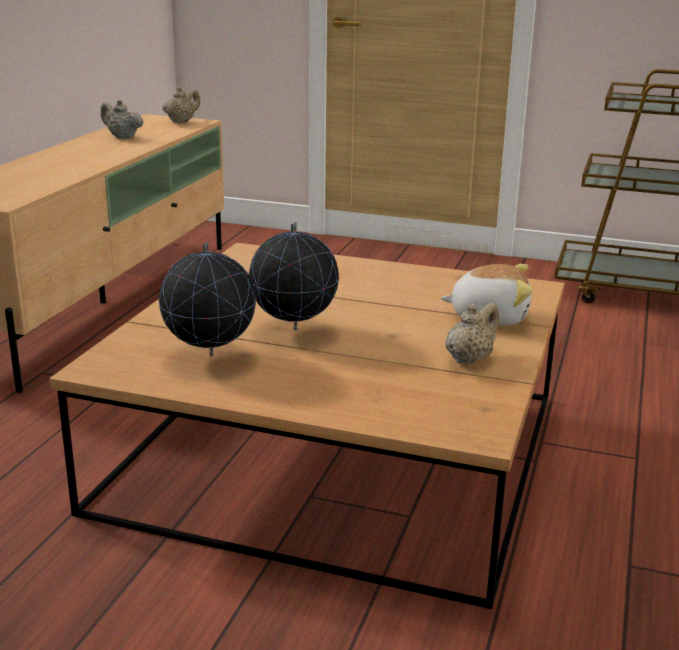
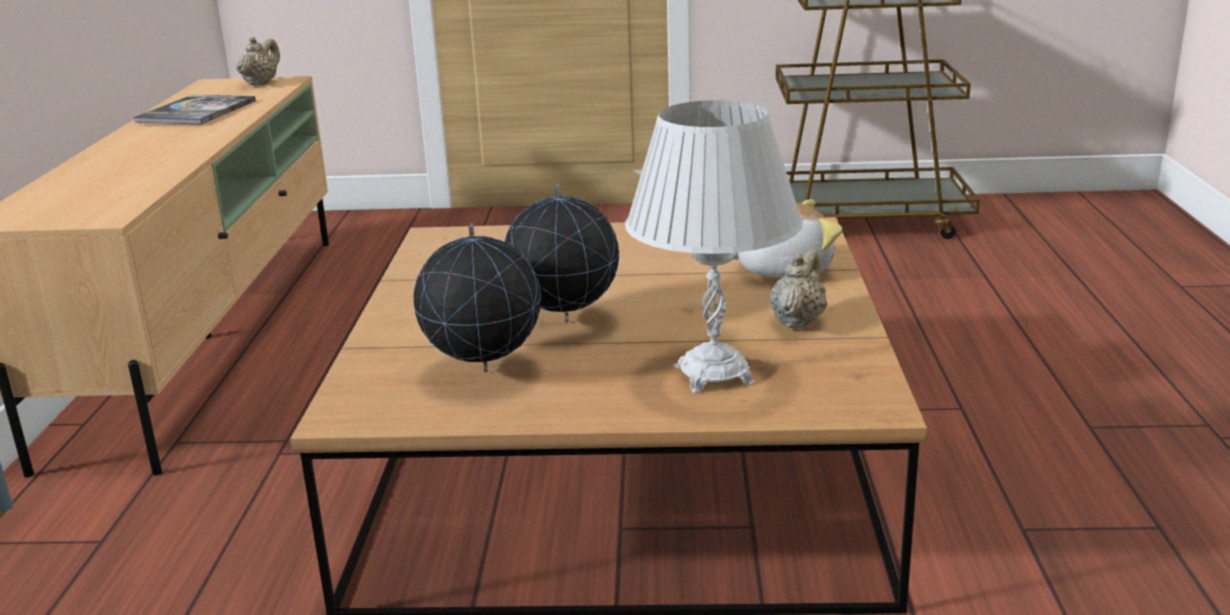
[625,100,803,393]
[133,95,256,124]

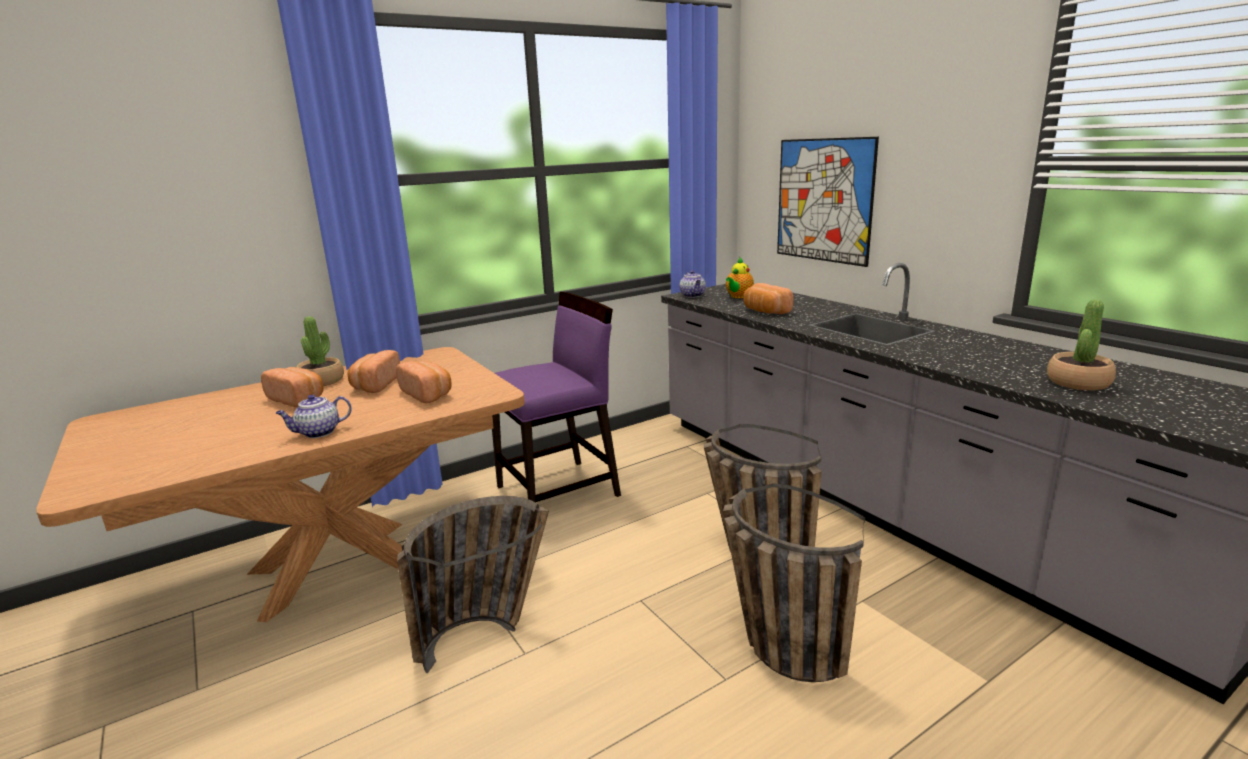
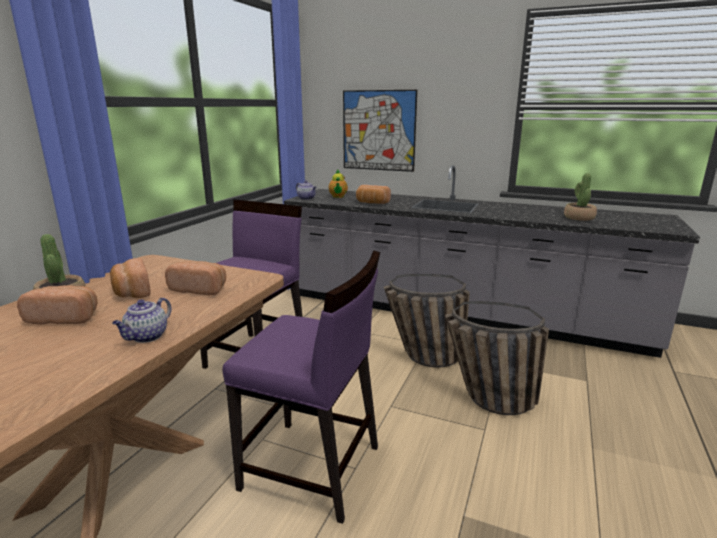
[223,250,380,524]

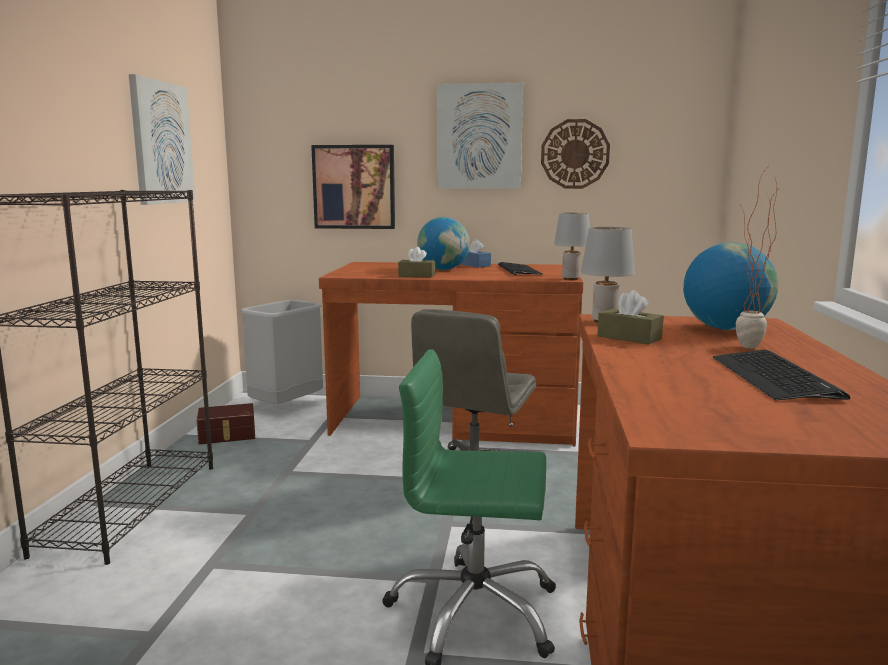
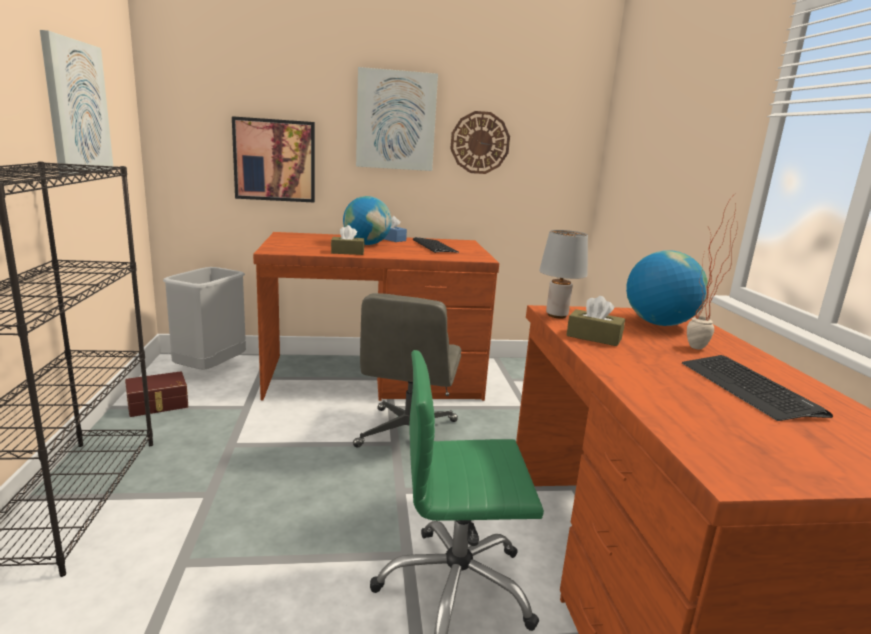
[554,213,590,280] (first image)

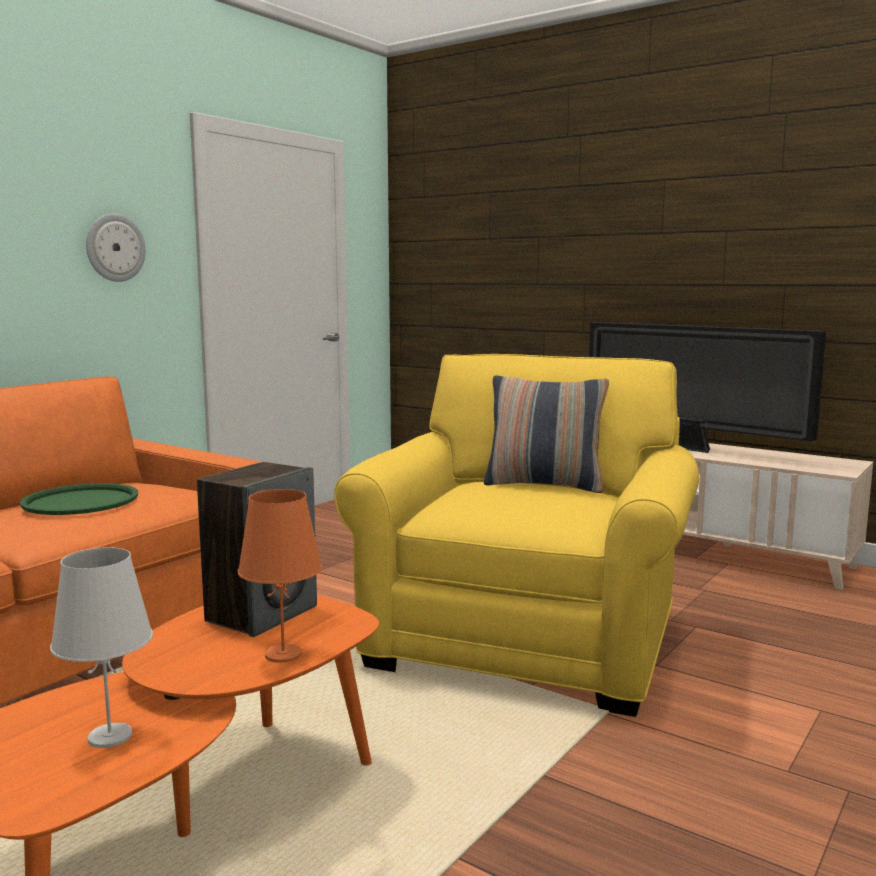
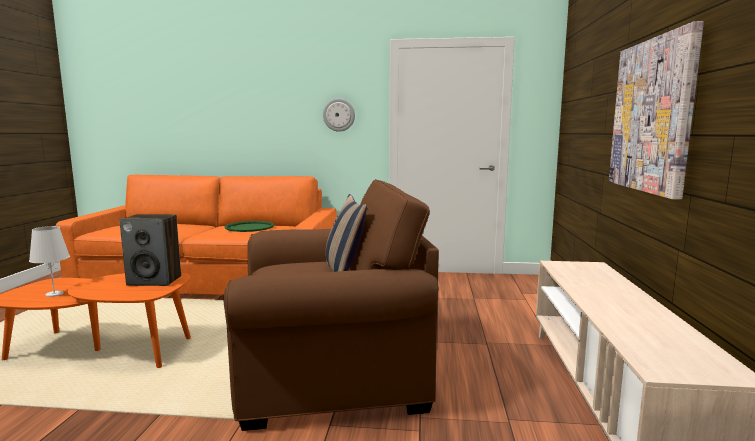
[238,489,322,663] (first image)
[589,322,826,453] (first image)
[609,21,704,200]
[223,179,439,431]

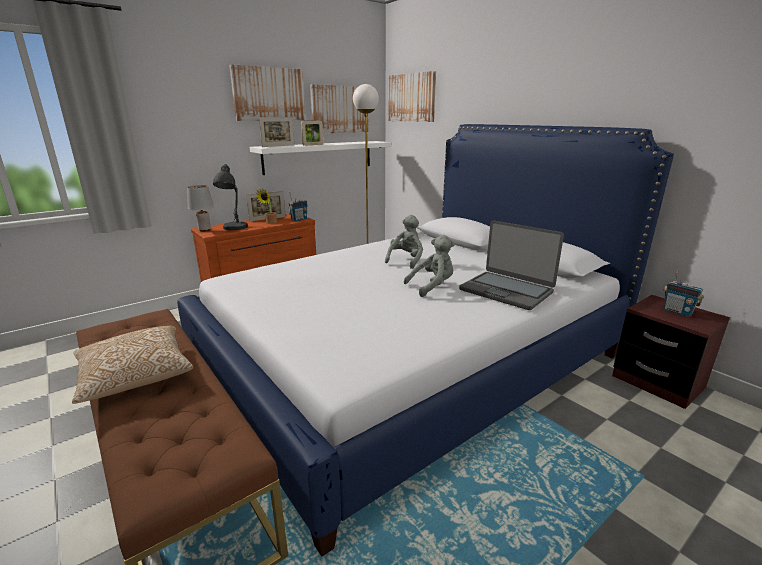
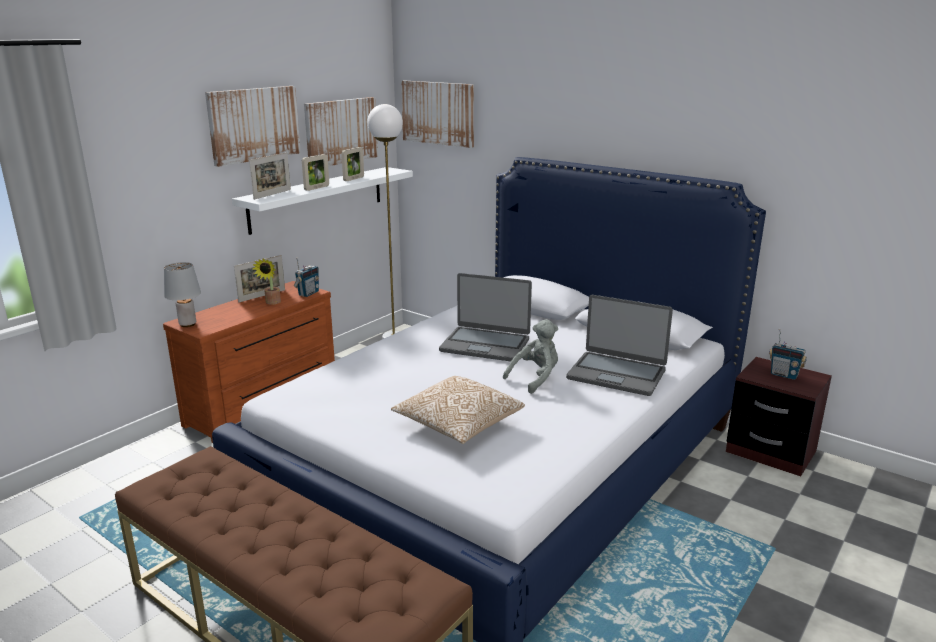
[213,164,248,230] (first image)
[341,147,364,181]
[391,376,525,444]
[439,273,532,362]

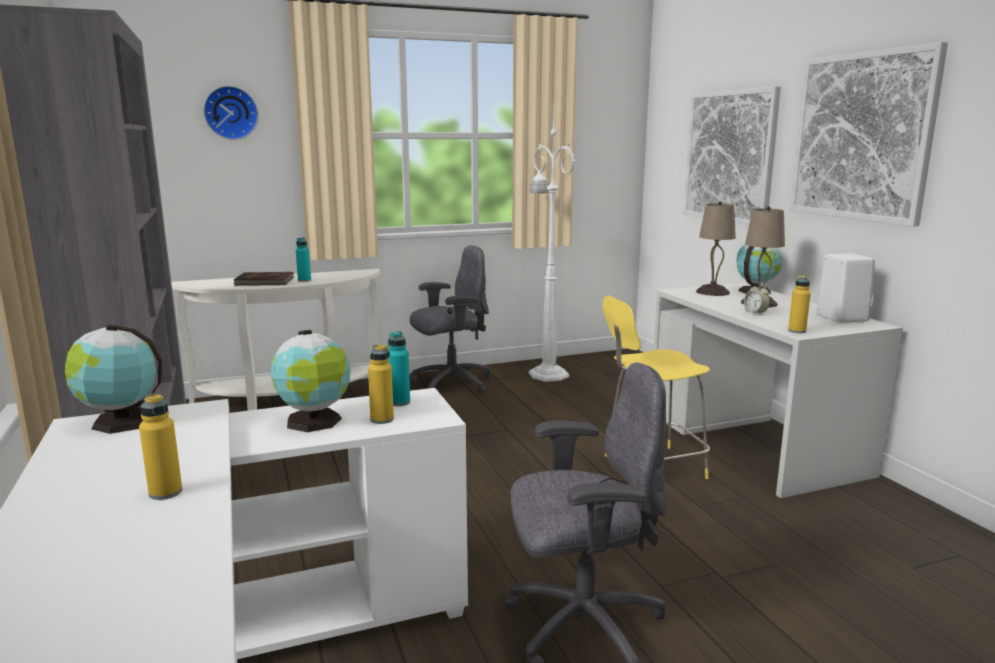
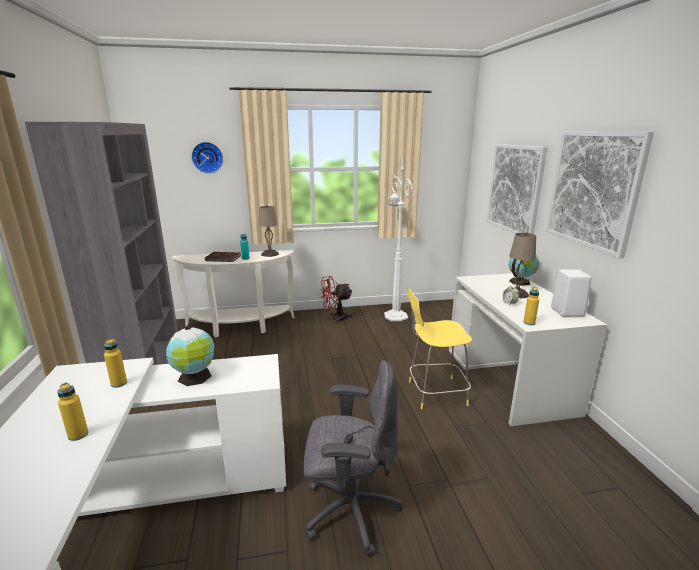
[65,325,162,434] (first image)
[388,331,410,406] (first image)
[104,339,127,388]
[259,205,279,257]
[320,276,352,324]

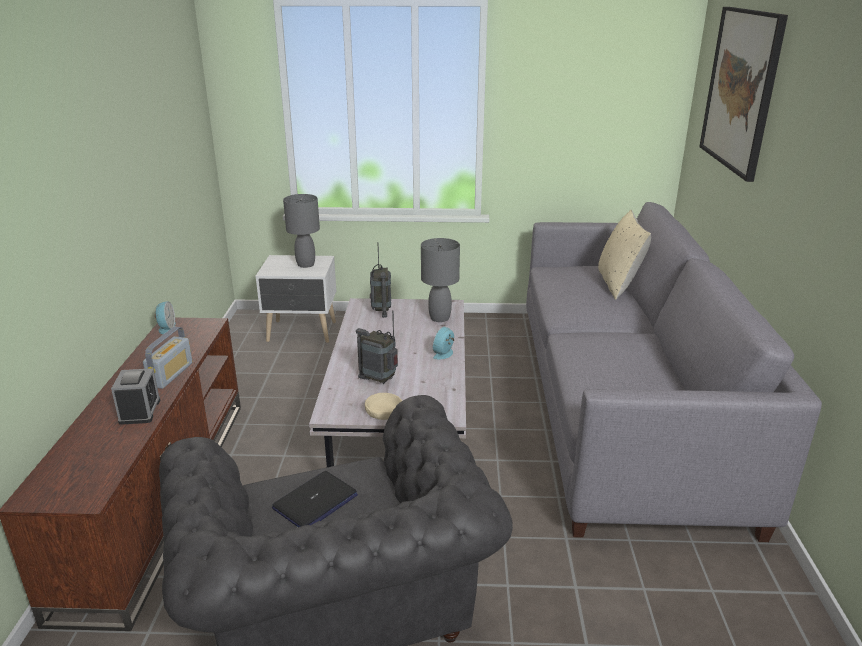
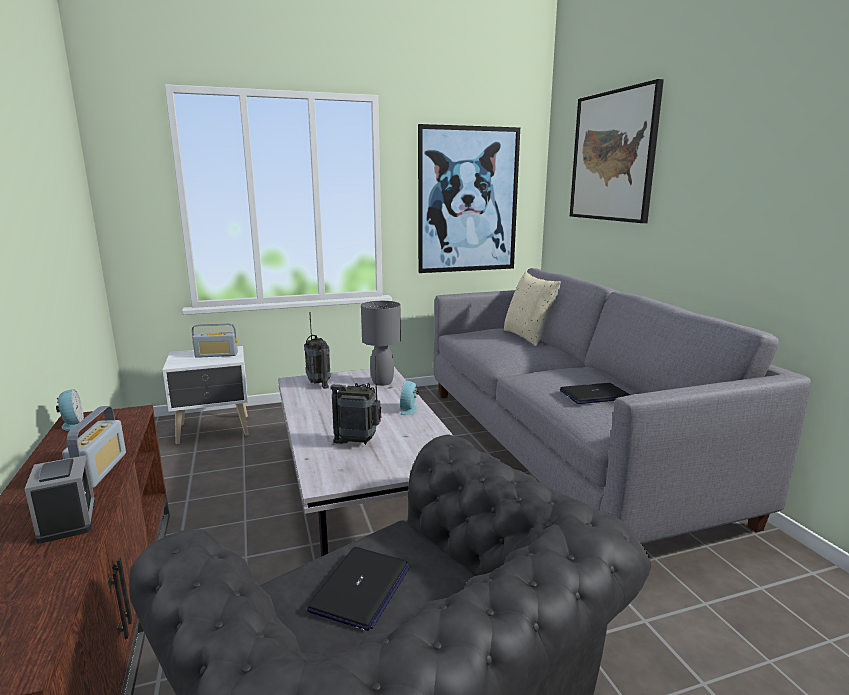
[365,393,402,420] (first image)
[418,124,520,273]
[560,383,630,404]
[192,323,238,358]

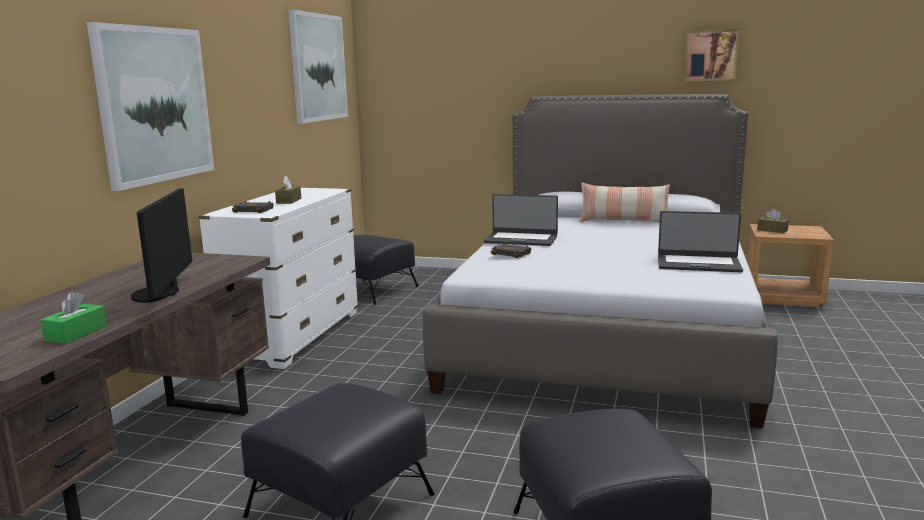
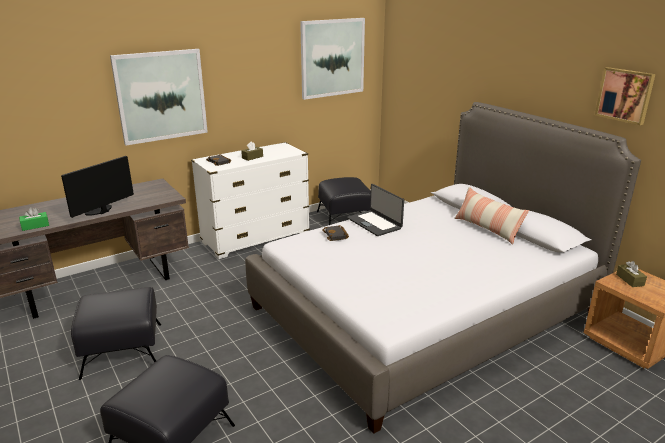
[658,211,743,272] (first image)

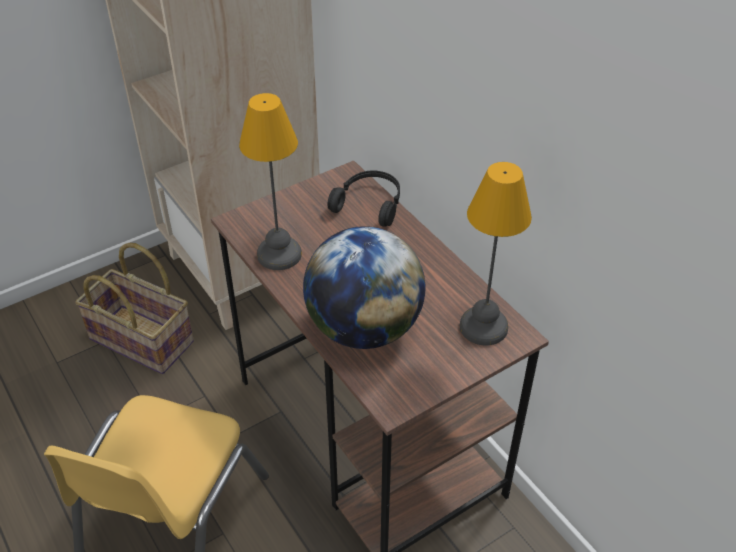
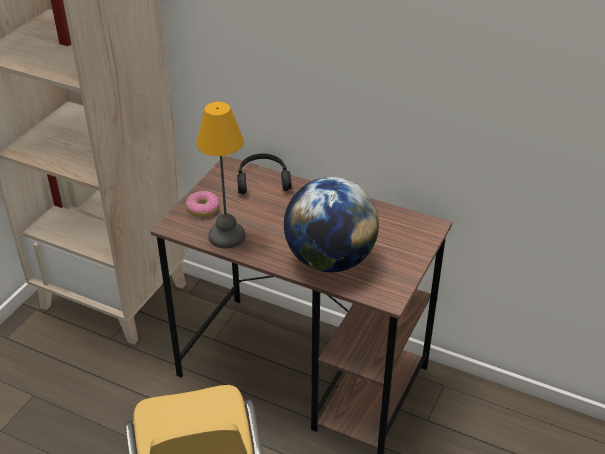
[75,243,194,374] (first image)
[460,162,532,346] (first image)
[185,191,220,217]

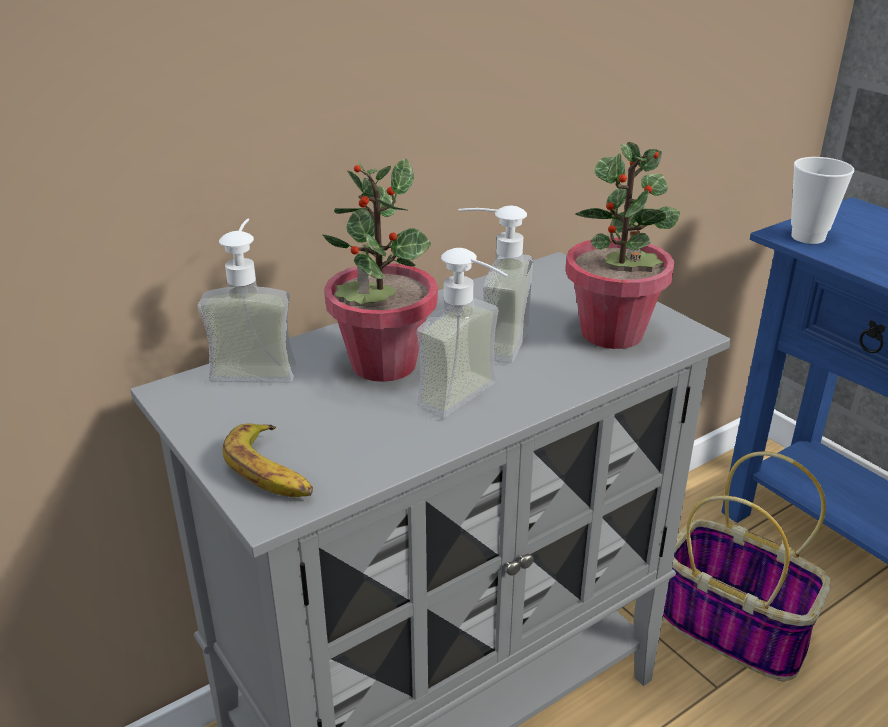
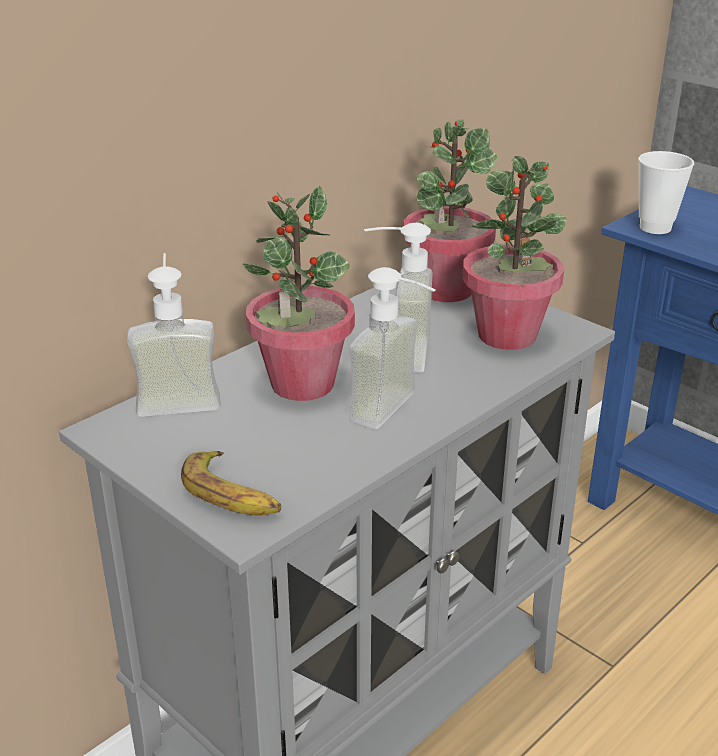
[662,451,831,682] (first image)
[404,120,497,302]

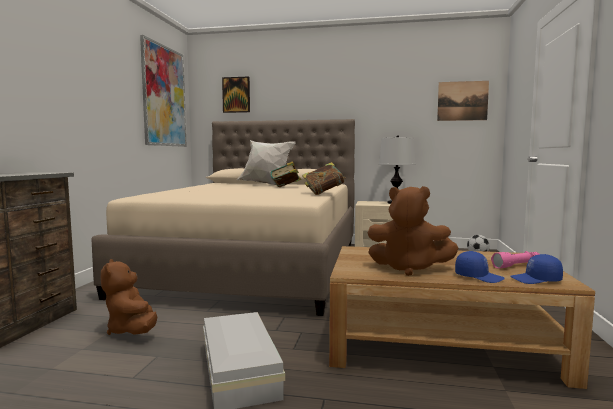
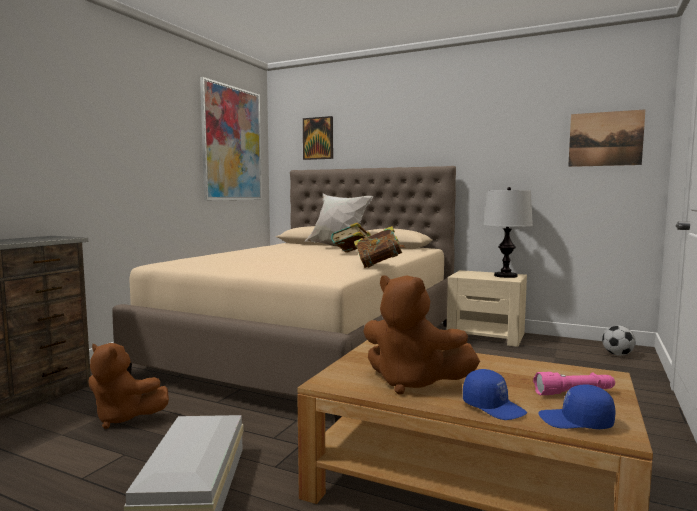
[88,343,169,429]

